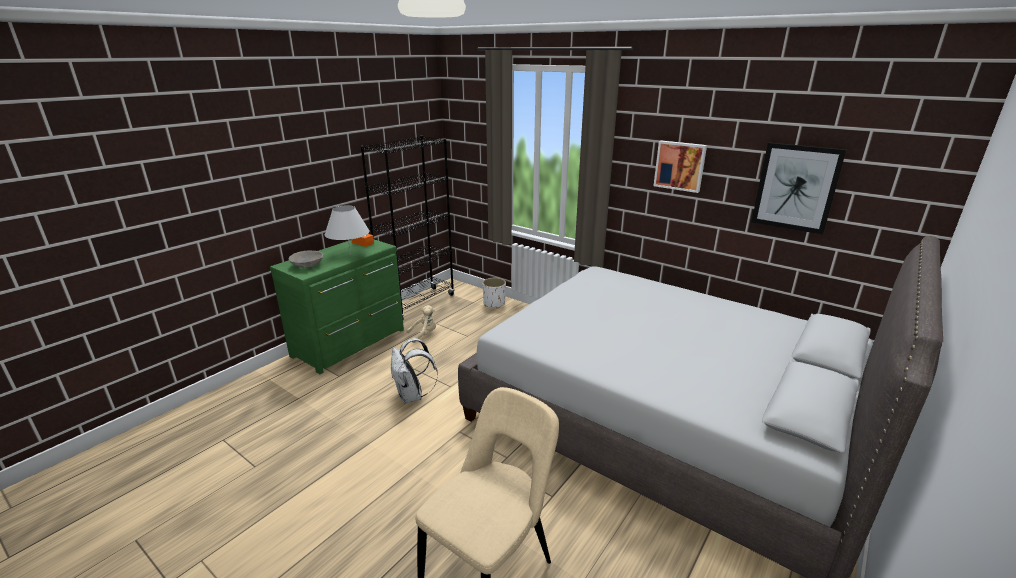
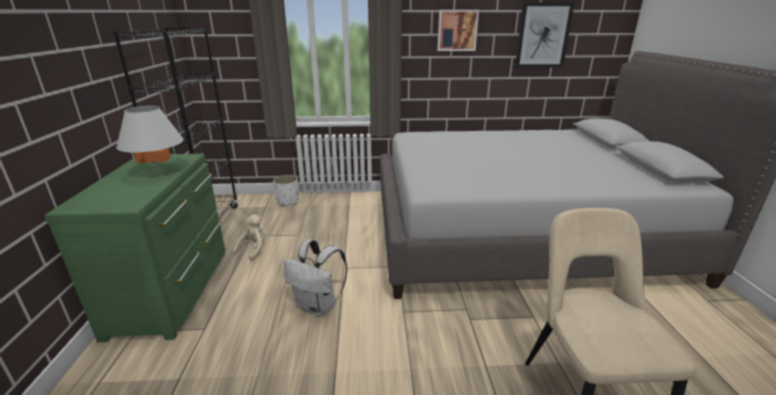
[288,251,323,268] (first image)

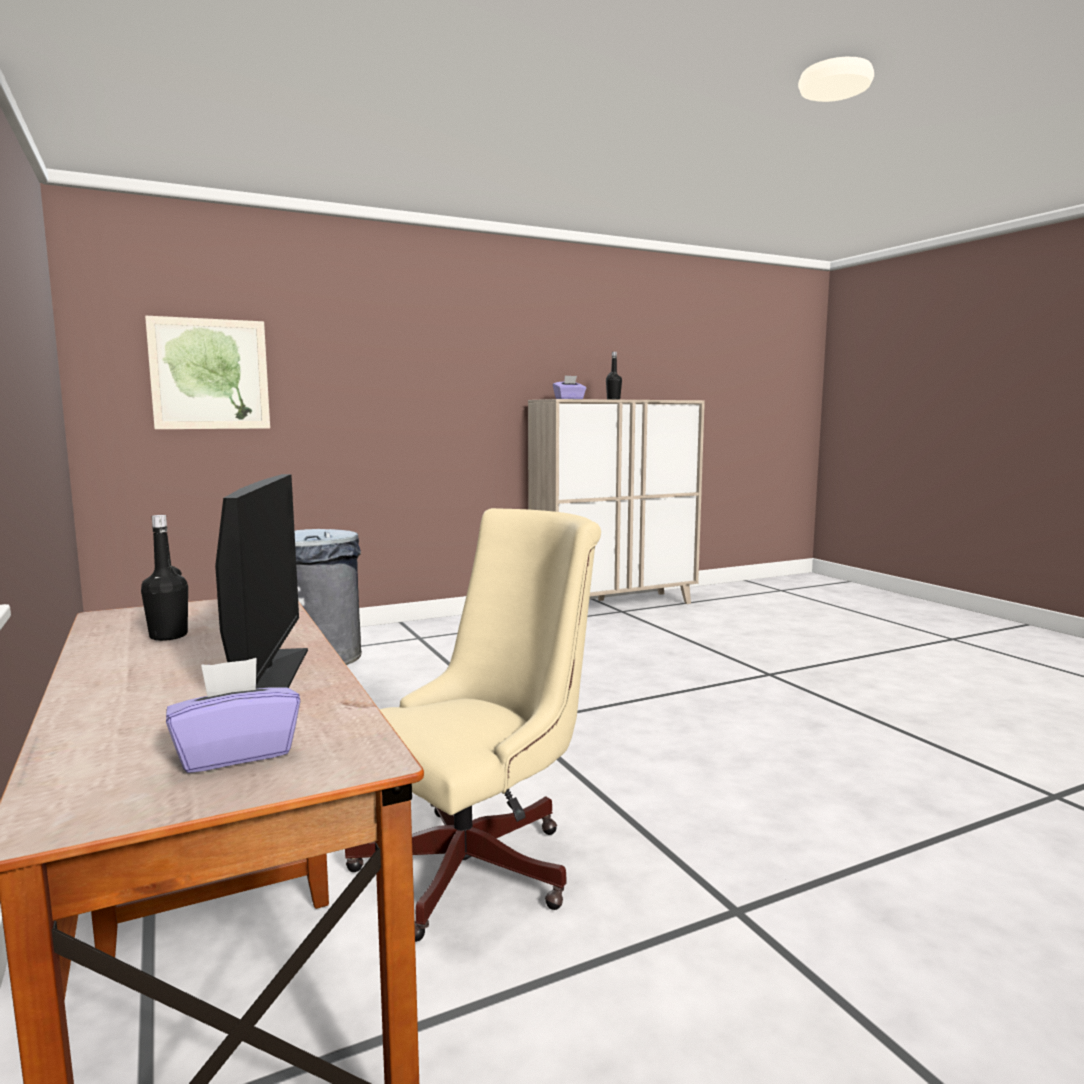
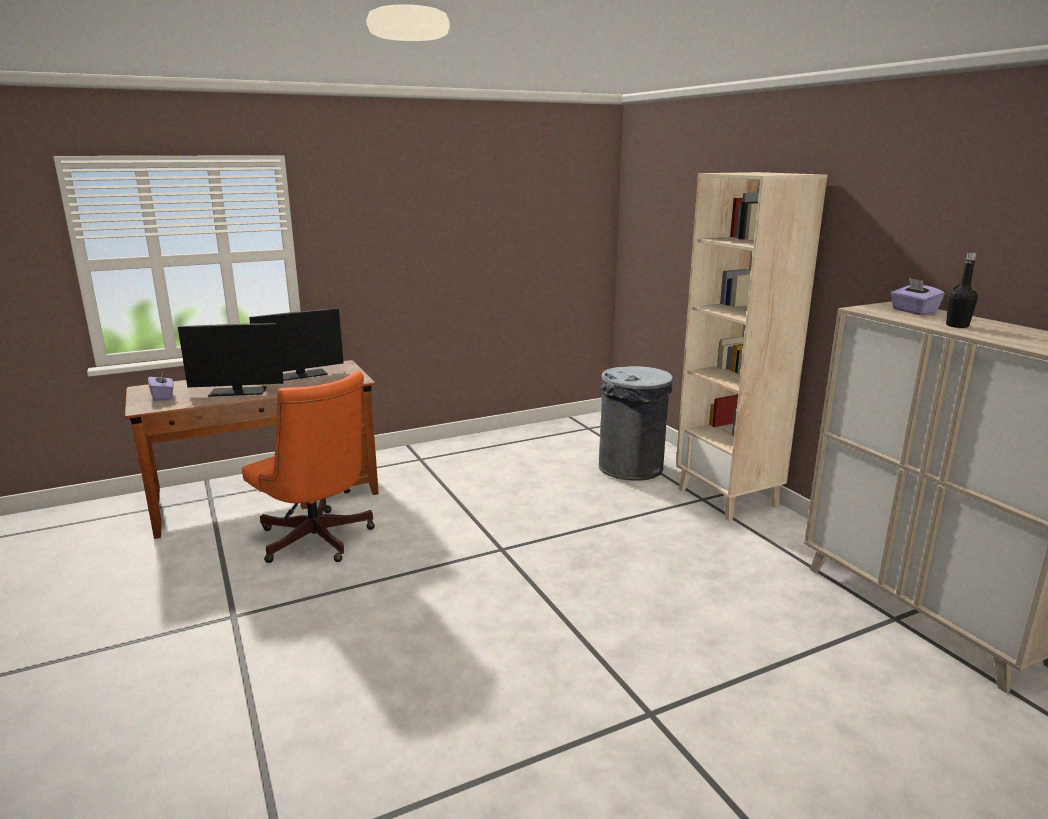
[145,316,270,429] (first image)
[676,172,827,521]
[249,308,344,381]
[242,371,375,563]

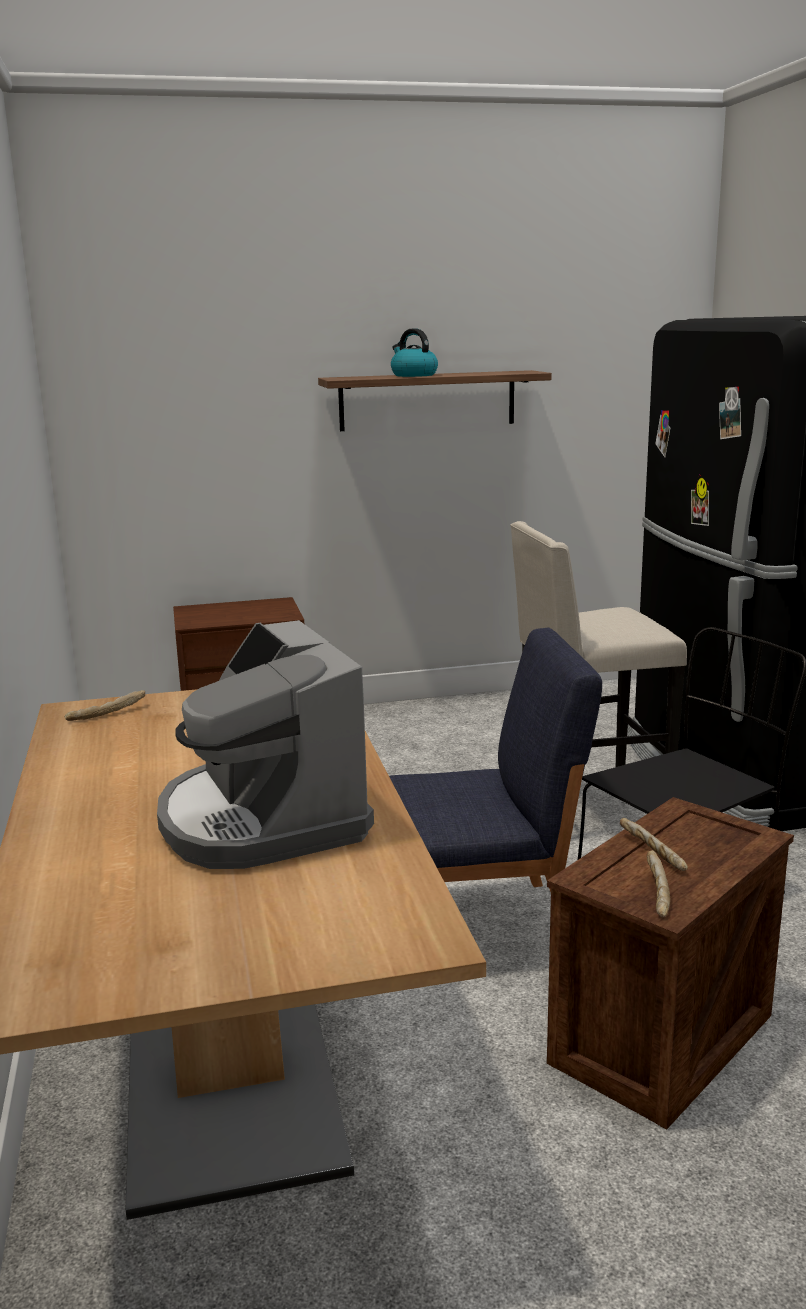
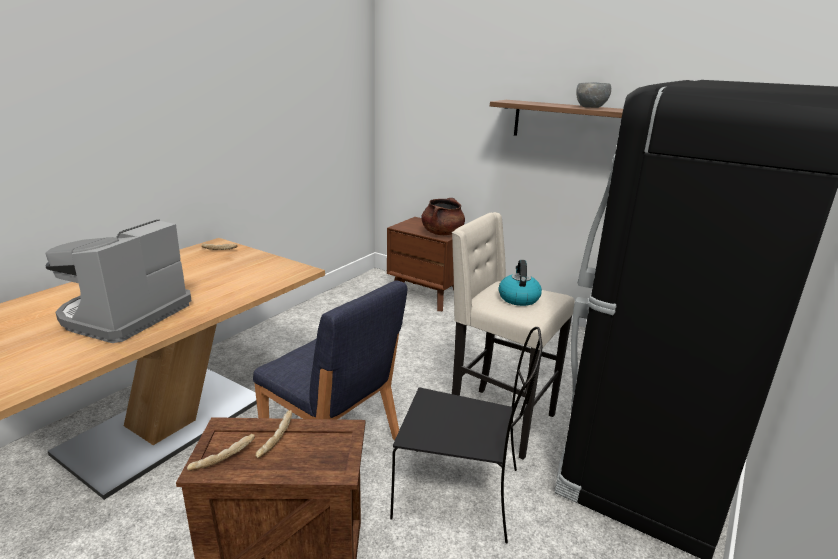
[422,198,465,235]
[576,82,611,108]
[499,260,542,306]

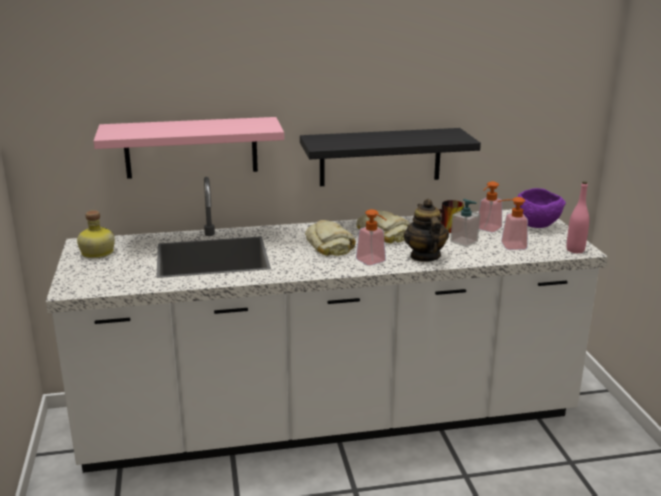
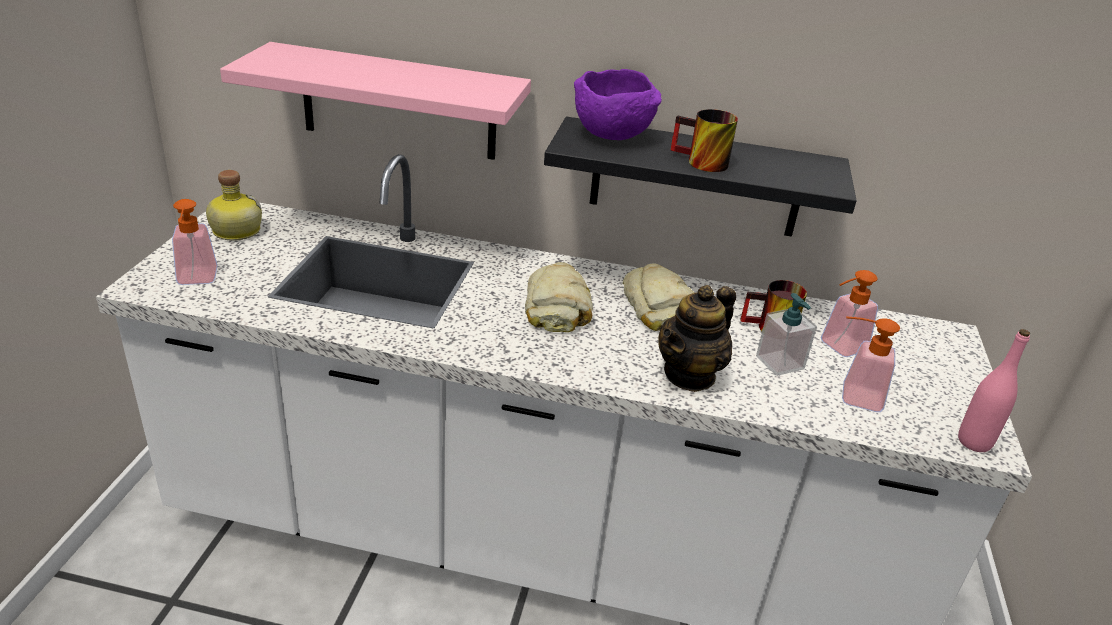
[671,109,738,172]
[172,199,218,285]
[574,69,662,140]
[658,285,736,392]

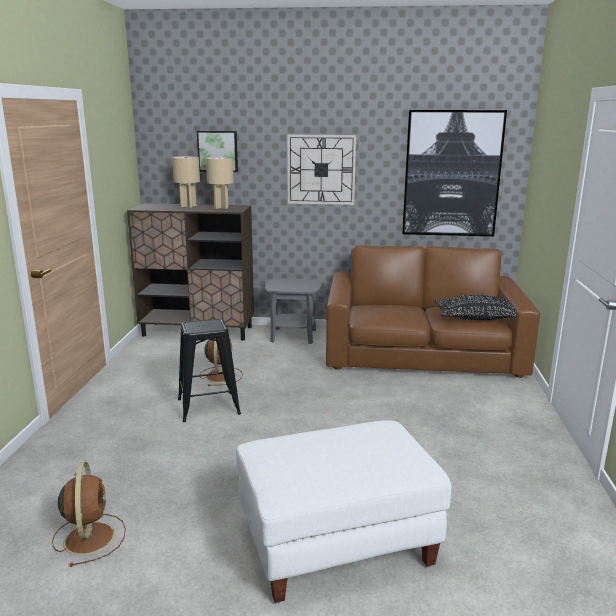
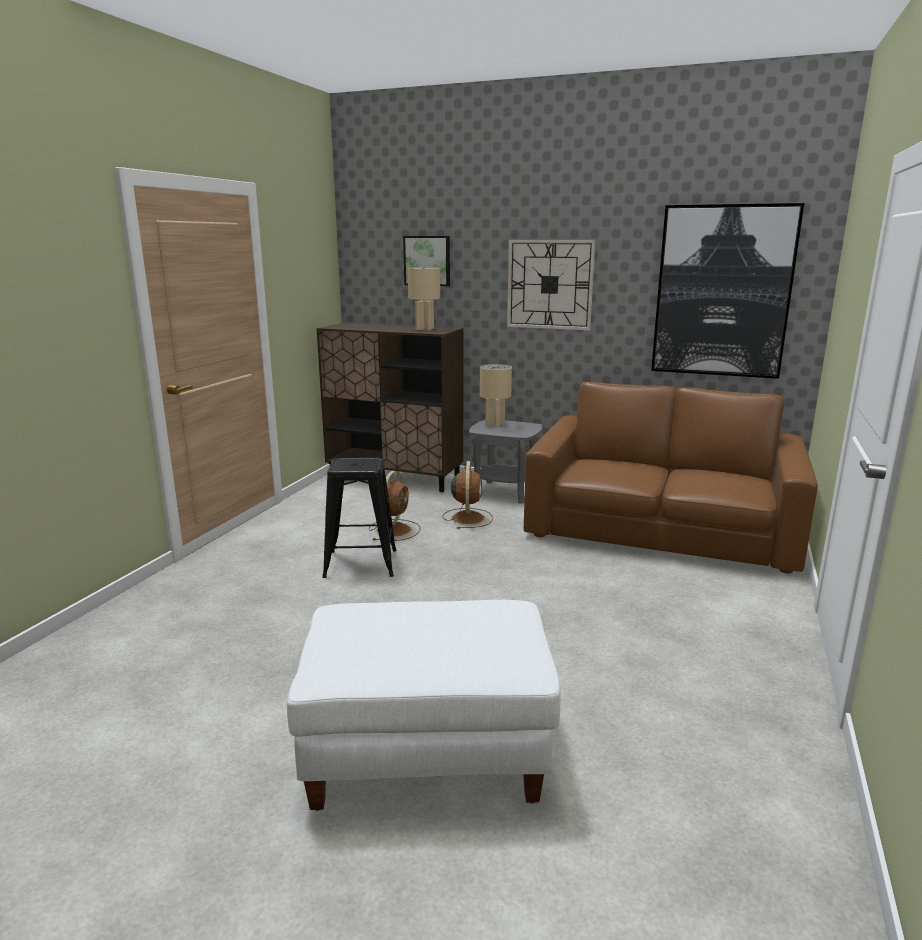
[435,295,517,320] (first image)
[443,461,493,529]
[480,364,512,427]

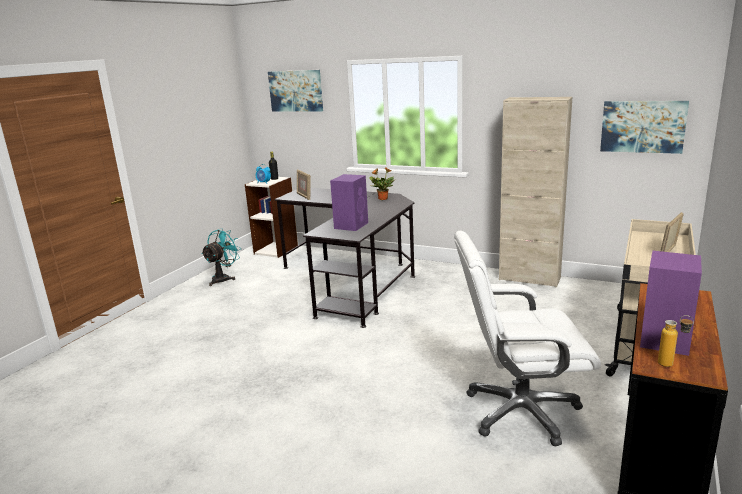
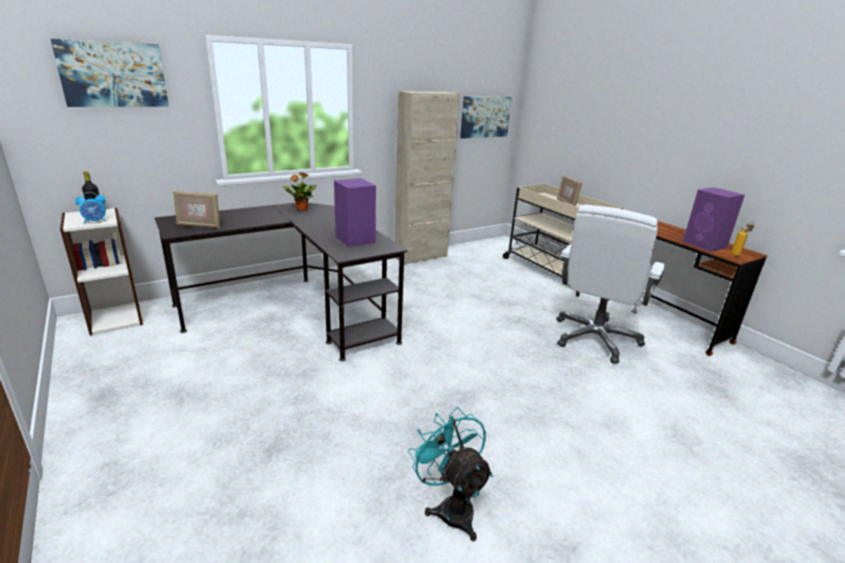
[408,407,493,541]

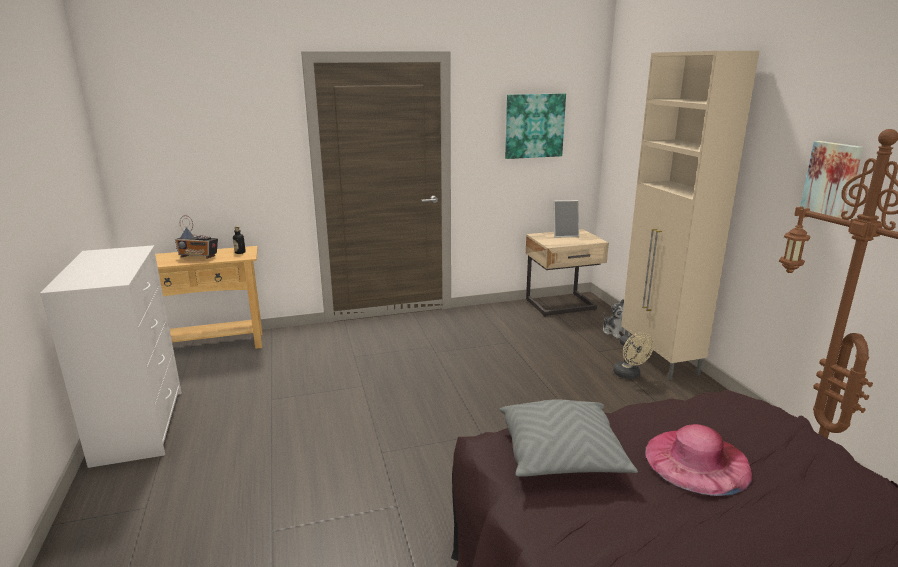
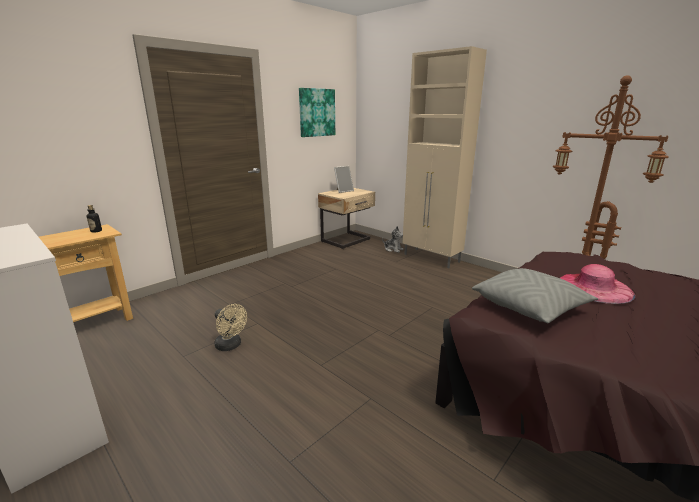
[175,215,218,259] (first image)
[800,141,864,219] (first image)
[214,304,247,351]

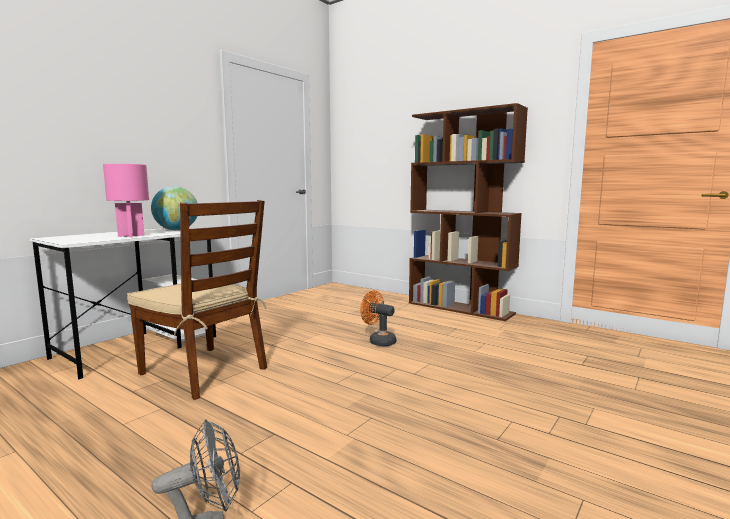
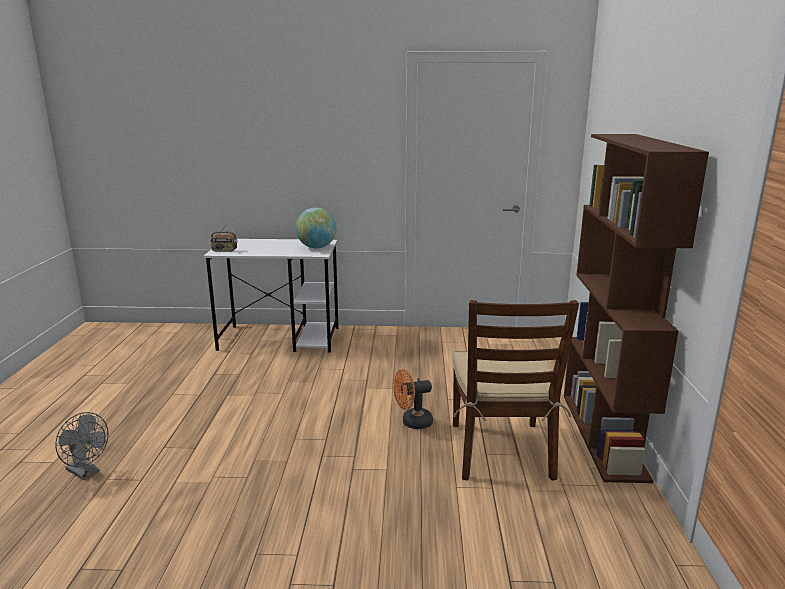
[103,164,149,237] (first image)
[210,223,237,252]
[452,300,579,481]
[393,369,433,429]

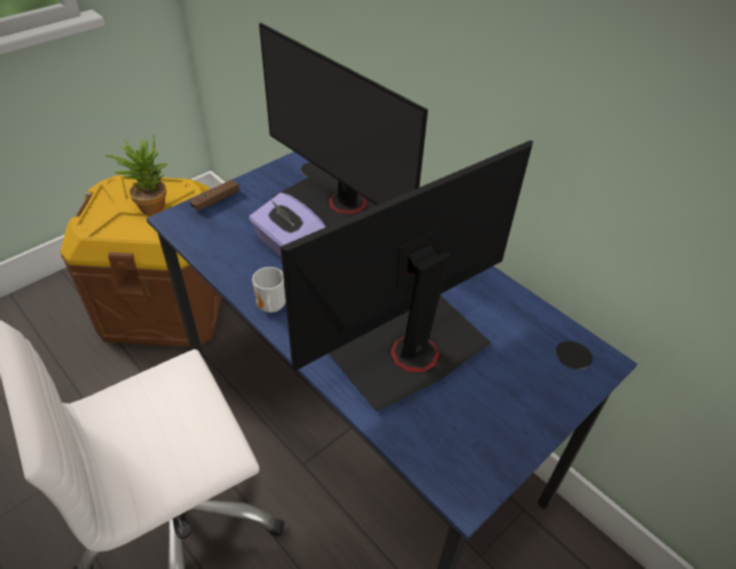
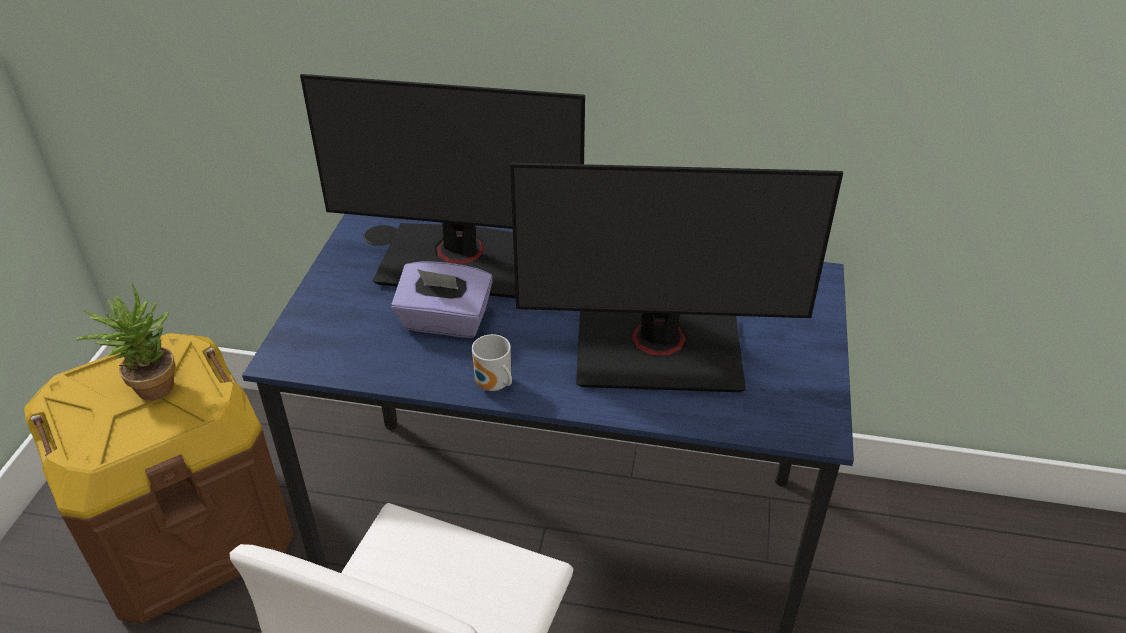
[189,179,239,210] (first image)
[510,162,843,392]

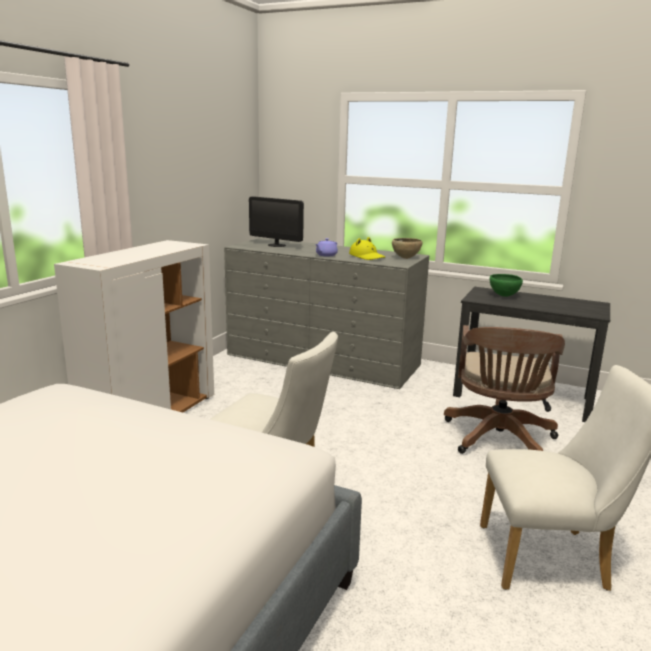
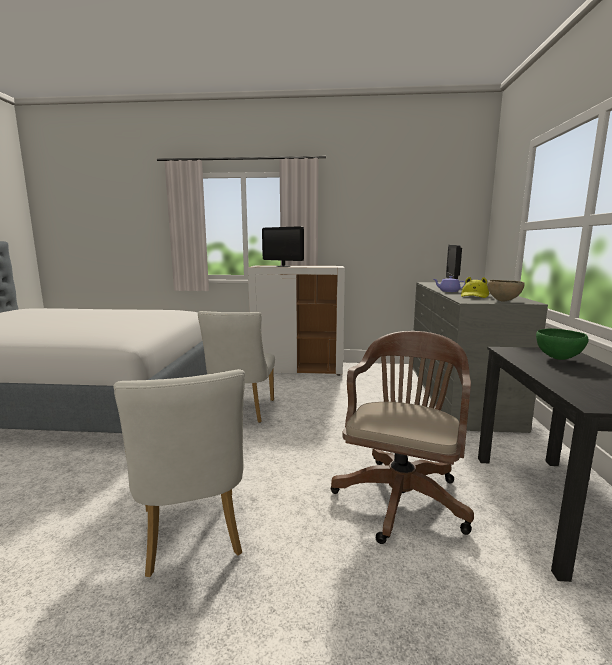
[262,226,304,267]
[331,331,474,544]

